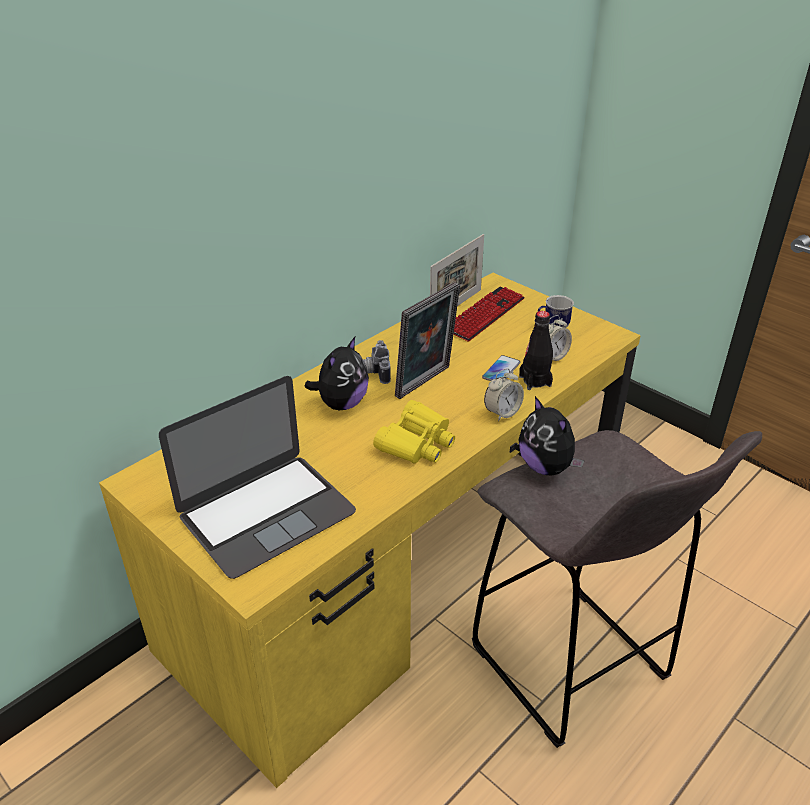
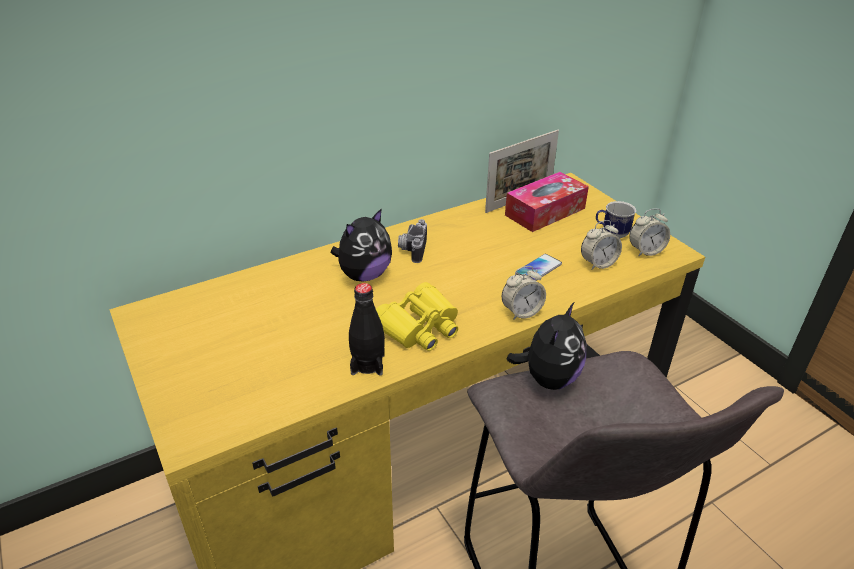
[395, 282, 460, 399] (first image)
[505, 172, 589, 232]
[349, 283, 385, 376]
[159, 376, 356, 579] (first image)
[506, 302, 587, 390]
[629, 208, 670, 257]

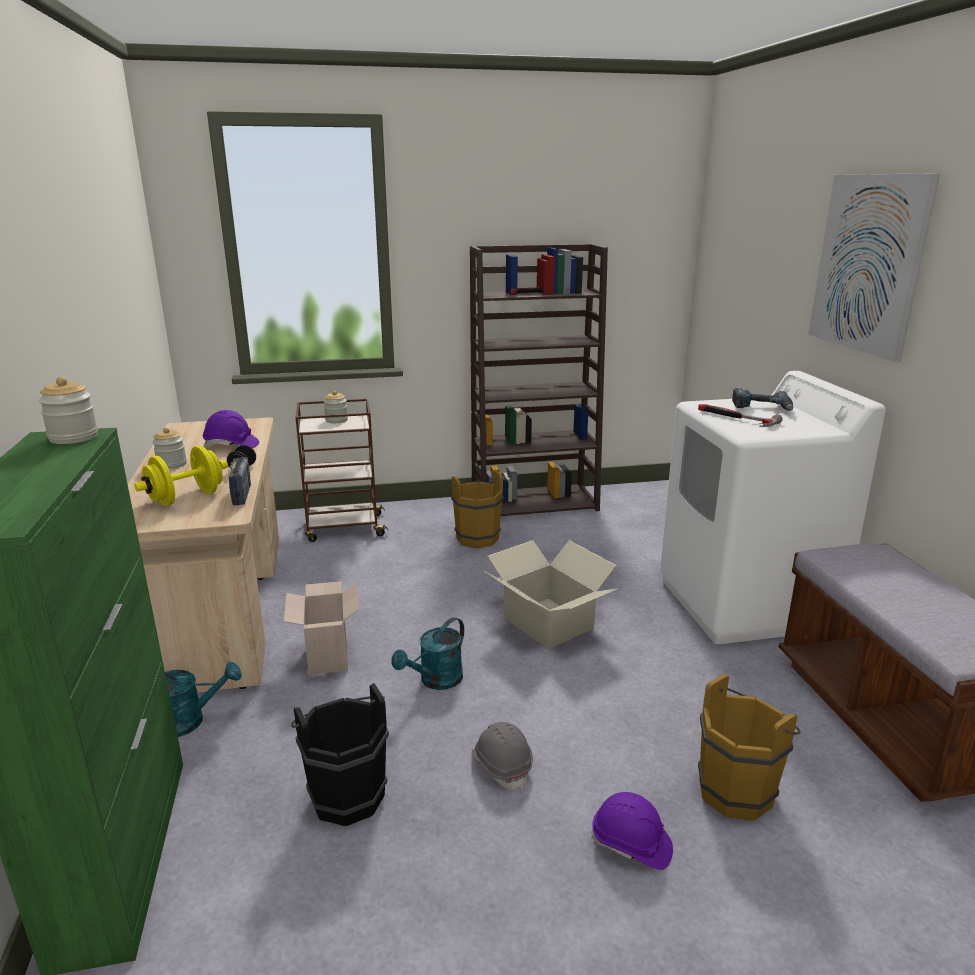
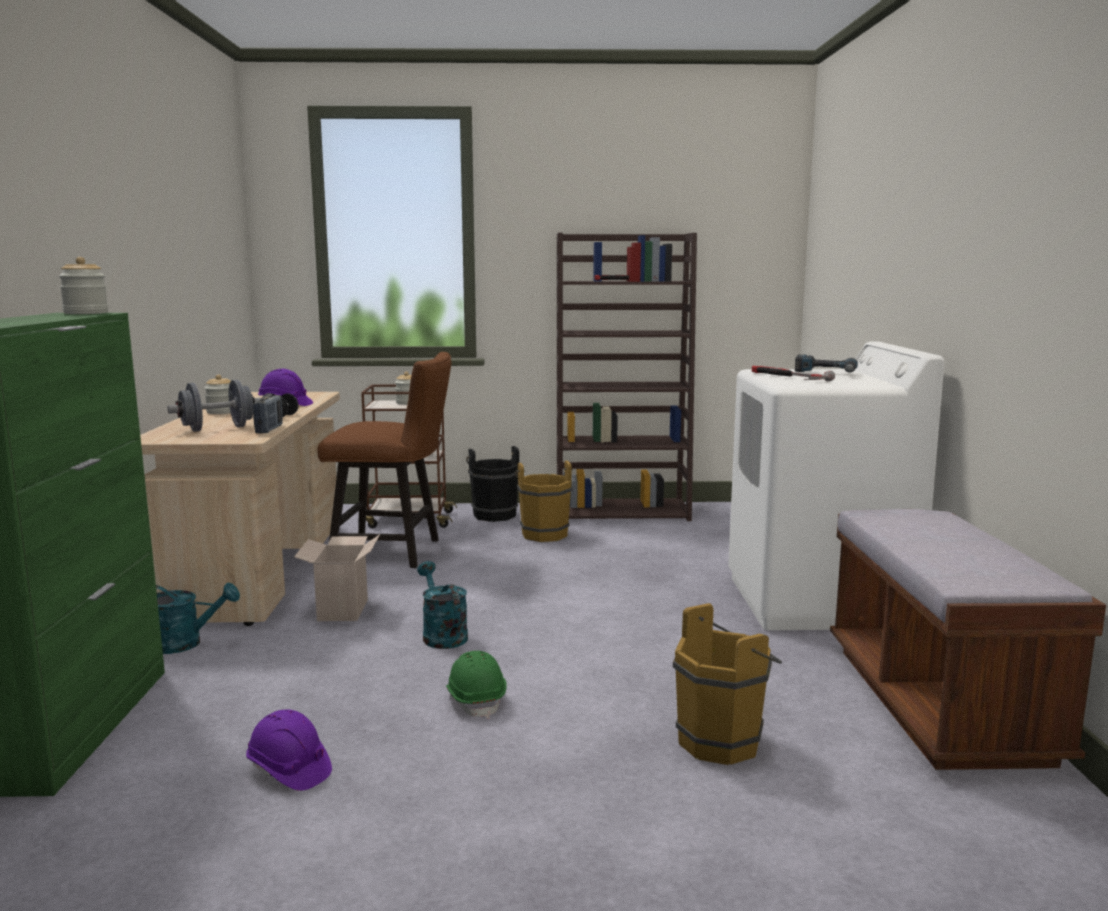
[808, 173, 940, 362] (first image)
[168, 380, 261, 432]
[484, 540, 618, 649] (first image)
[417, 561, 468, 649]
[466, 446, 520, 522]
[446, 651, 507, 719]
[246, 709, 332, 791]
[317, 352, 451, 568]

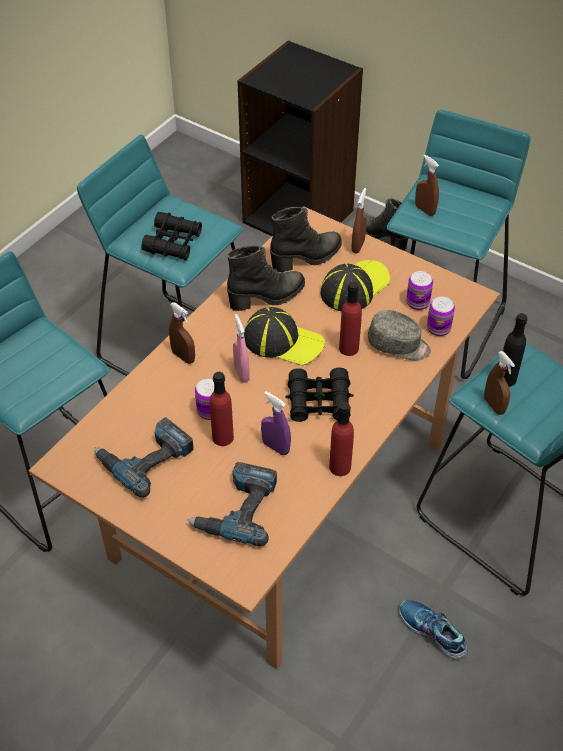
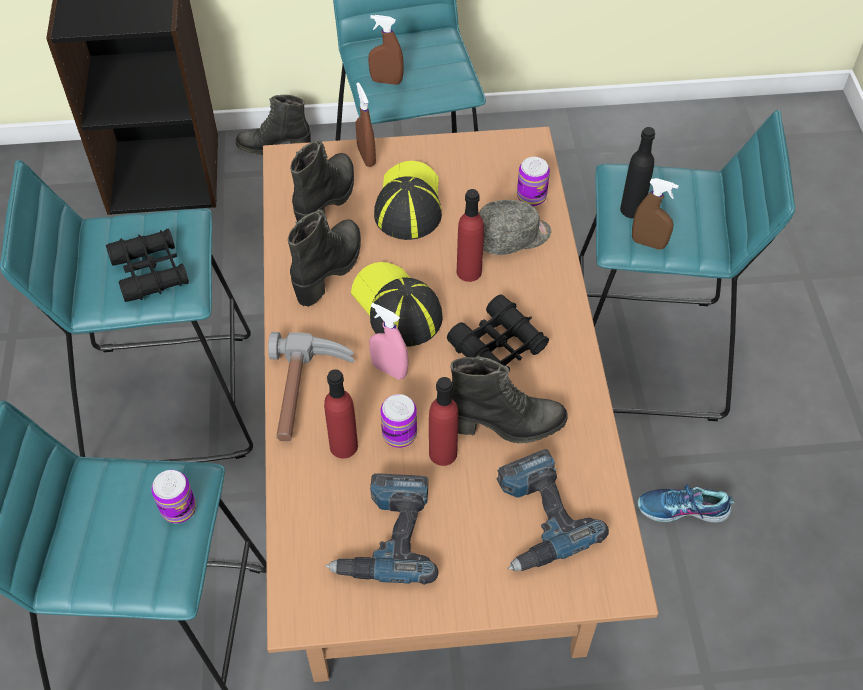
[151, 470, 196, 523]
[268, 332, 355, 442]
[351, 262, 443, 347]
[450, 355, 568, 443]
[324, 369, 358, 458]

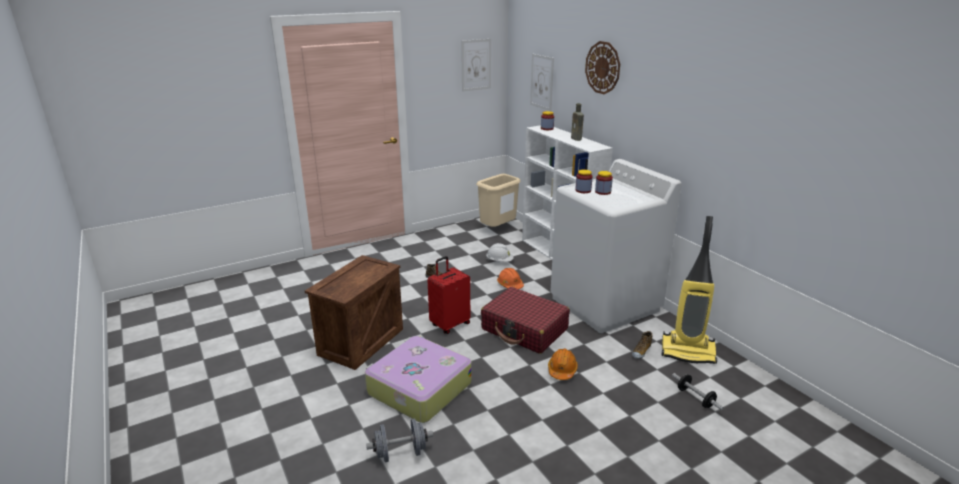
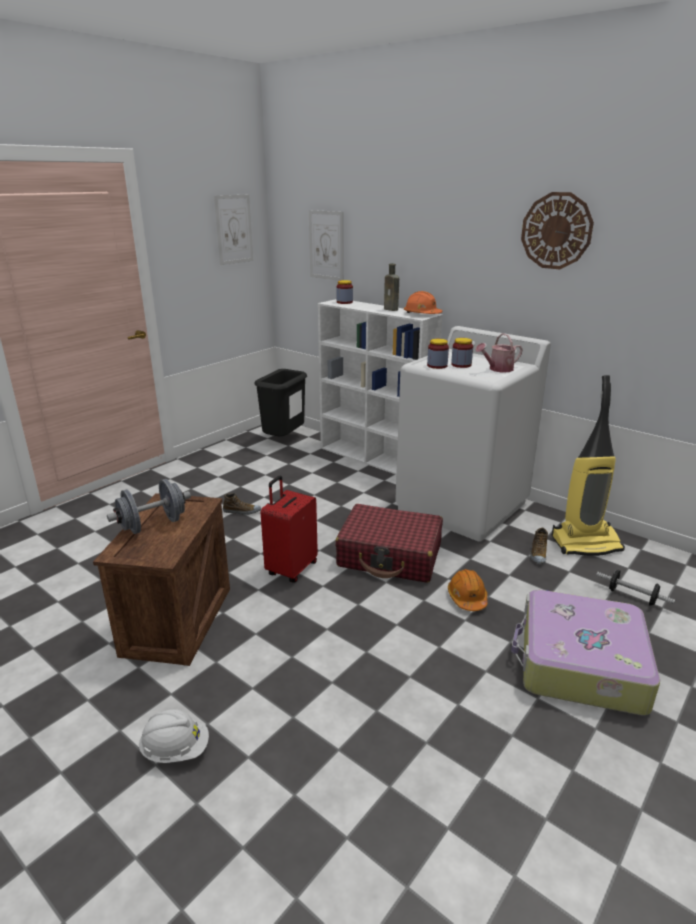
[521, 192, 594, 269]
[254, 369, 307, 437]
[138, 709, 209, 763]
[404, 291, 442, 314]
[511, 590, 660, 716]
[107, 479, 191, 534]
[475, 333, 523, 373]

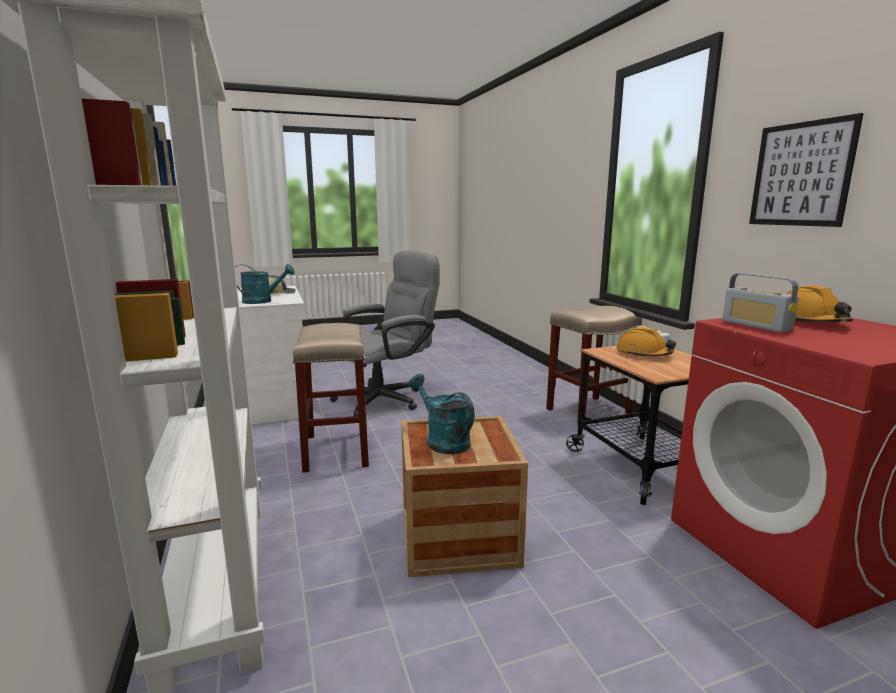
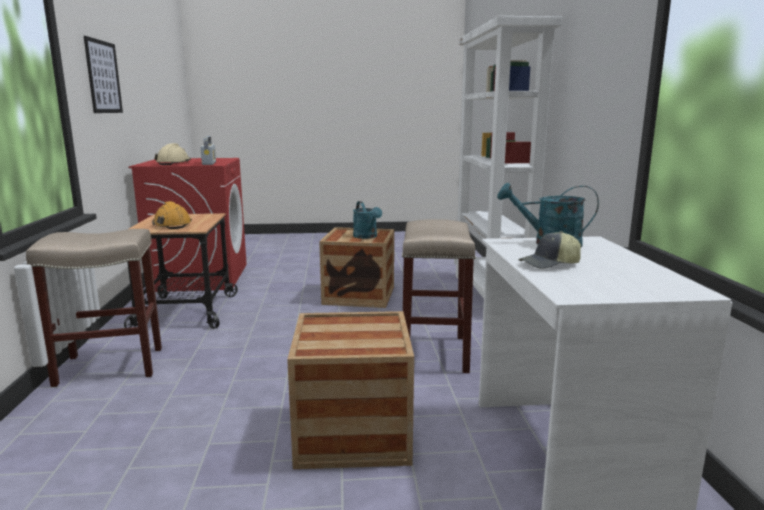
[287, 311, 414, 469]
[154, 143, 191, 165]

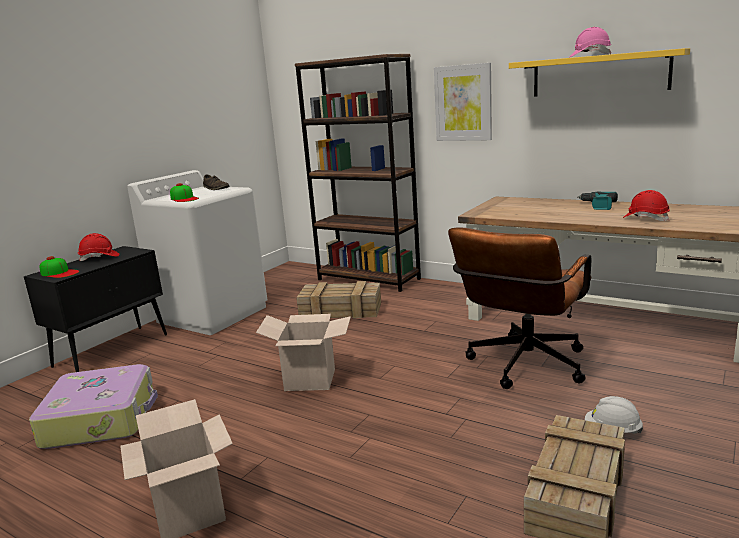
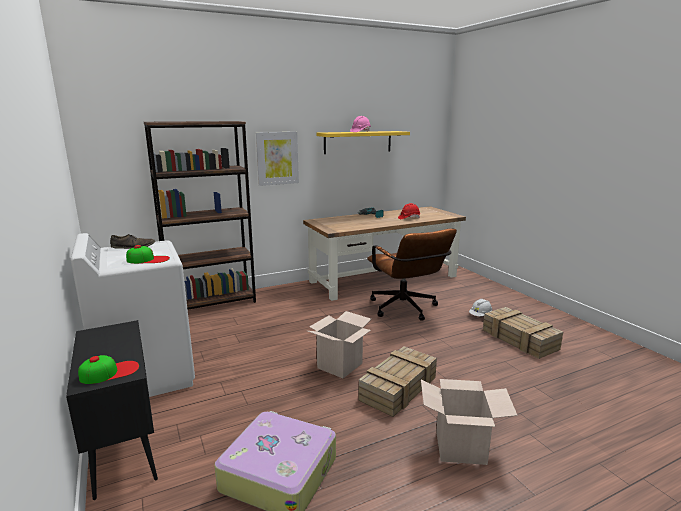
[78, 233, 119, 261] (first image)
[358, 346, 437, 417]

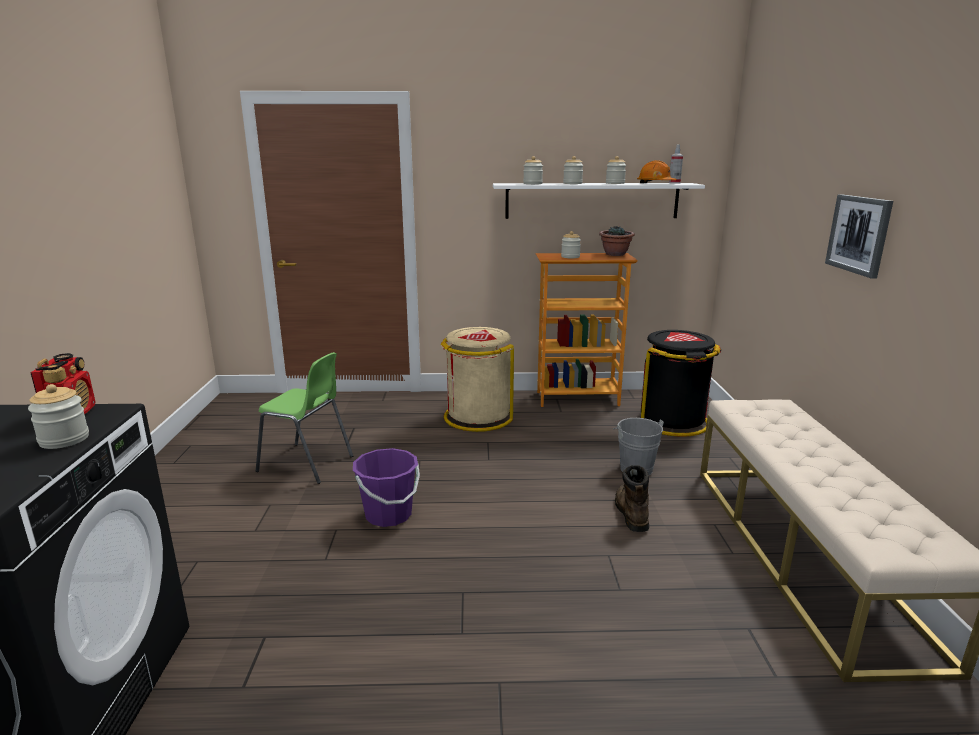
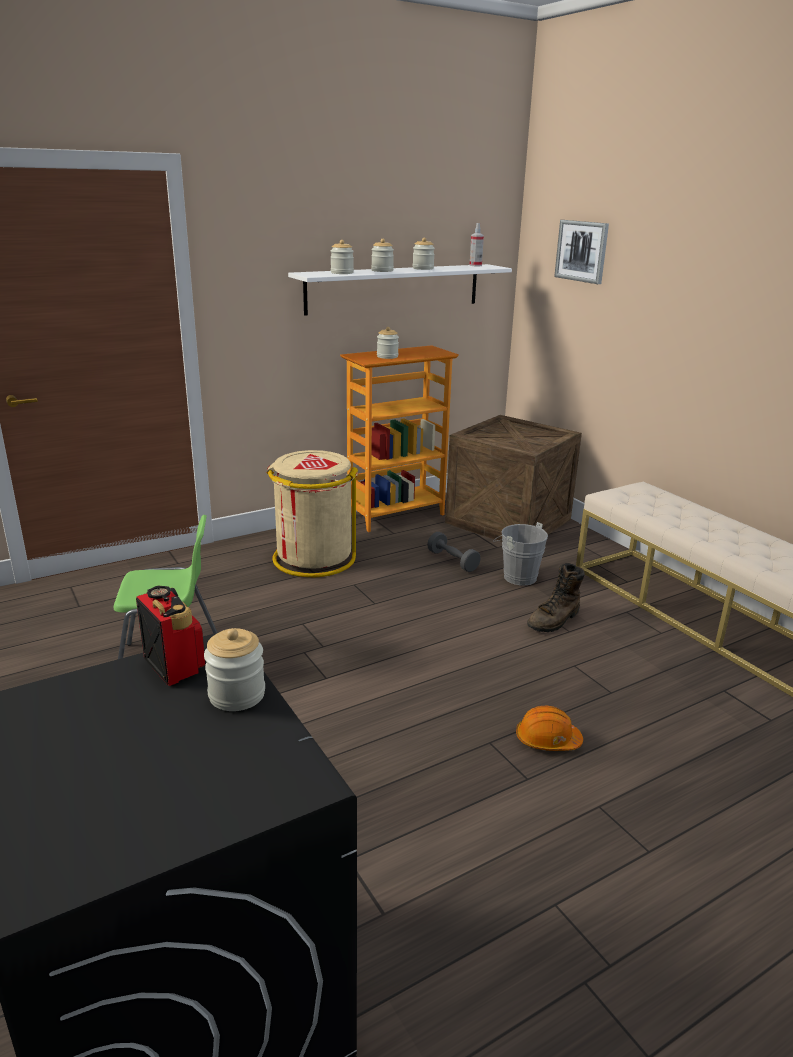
[516, 706, 583, 751]
[554, 220, 609, 284]
[599, 226, 635, 256] (first image)
[445, 415, 582, 542]
[353, 448, 420, 527] (first image)
[527, 563, 585, 632]
[427, 532, 481, 572]

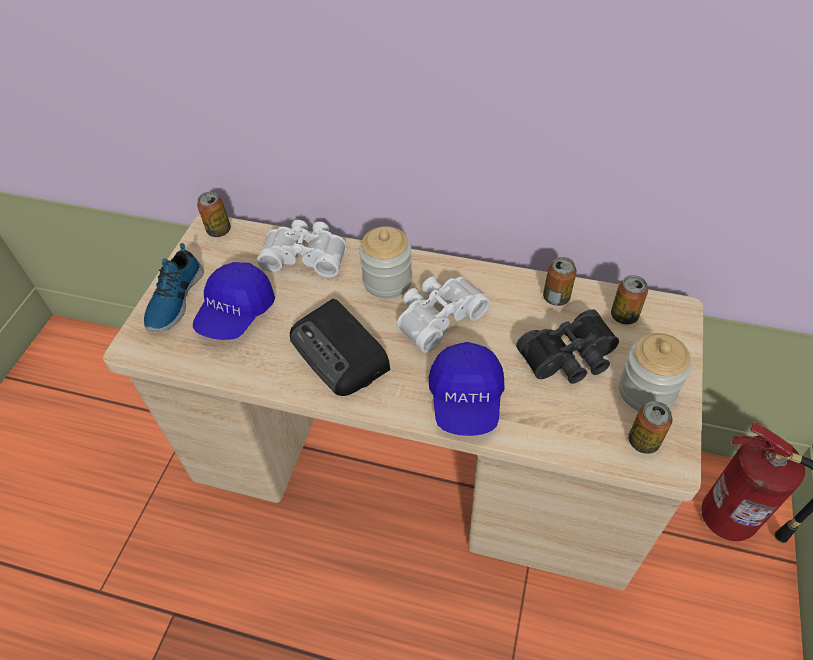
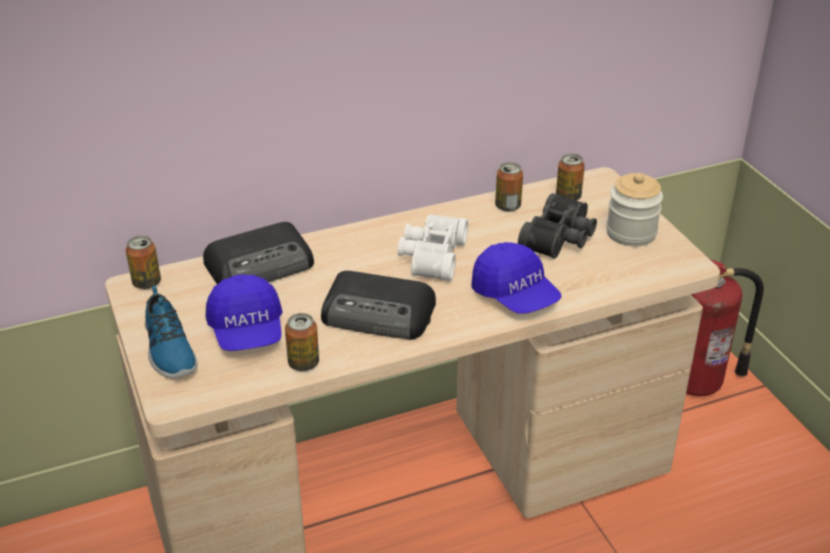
[203, 222, 314, 284]
[359, 226, 412, 299] (first image)
[285, 313, 319, 371]

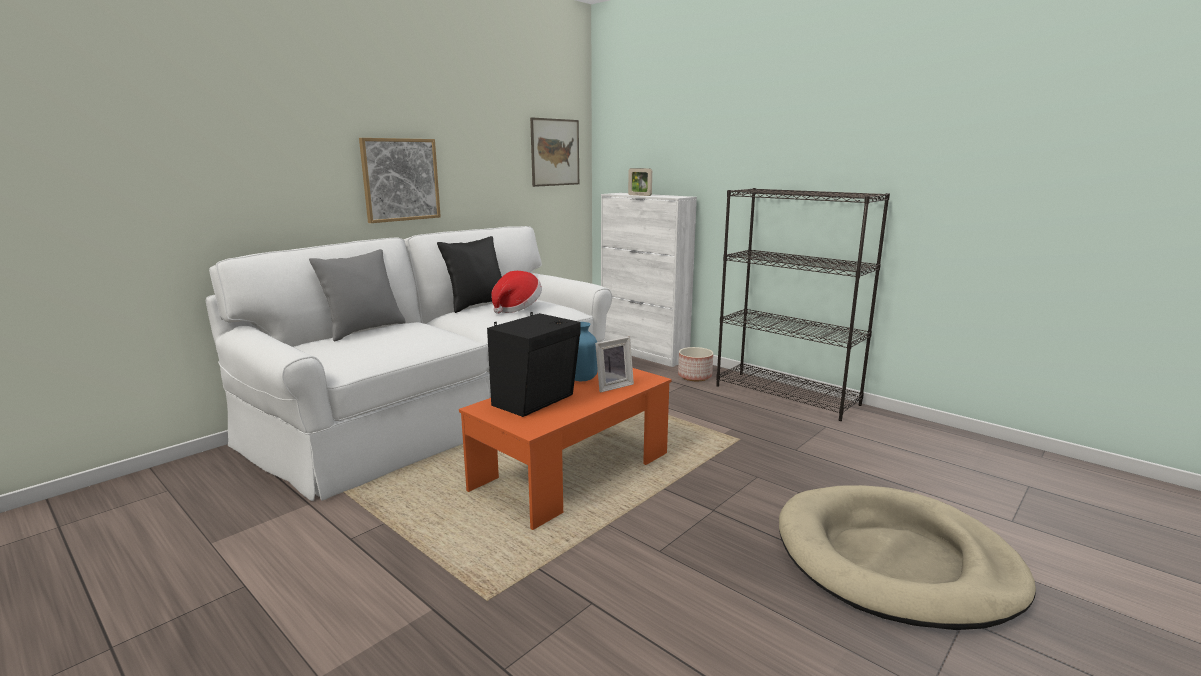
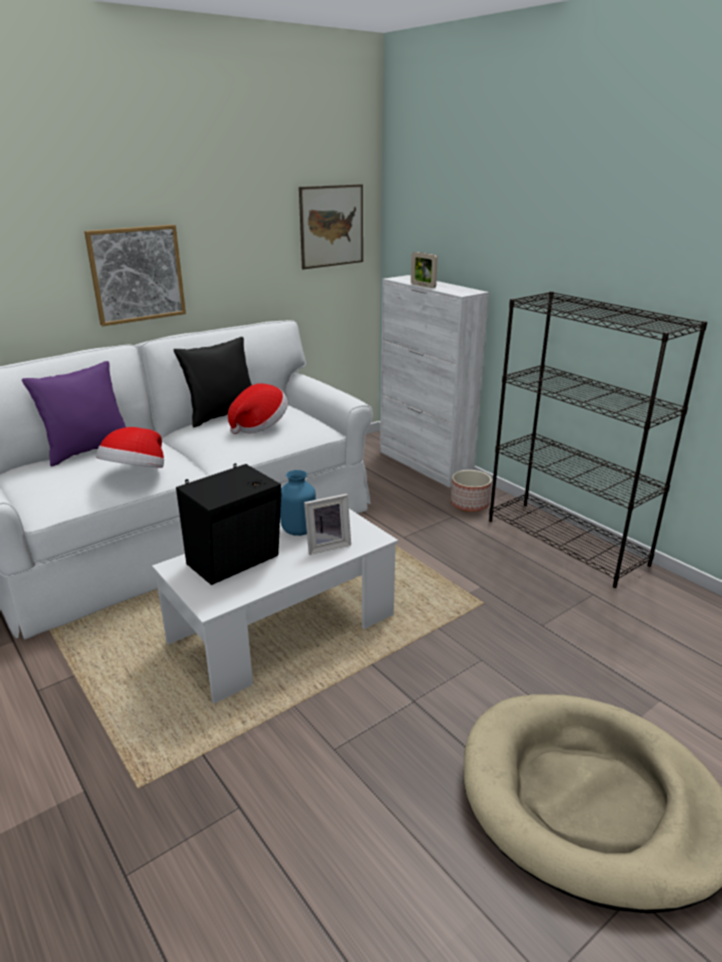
[22, 361, 126, 466]
[152, 509, 398, 704]
[96, 427, 164, 468]

